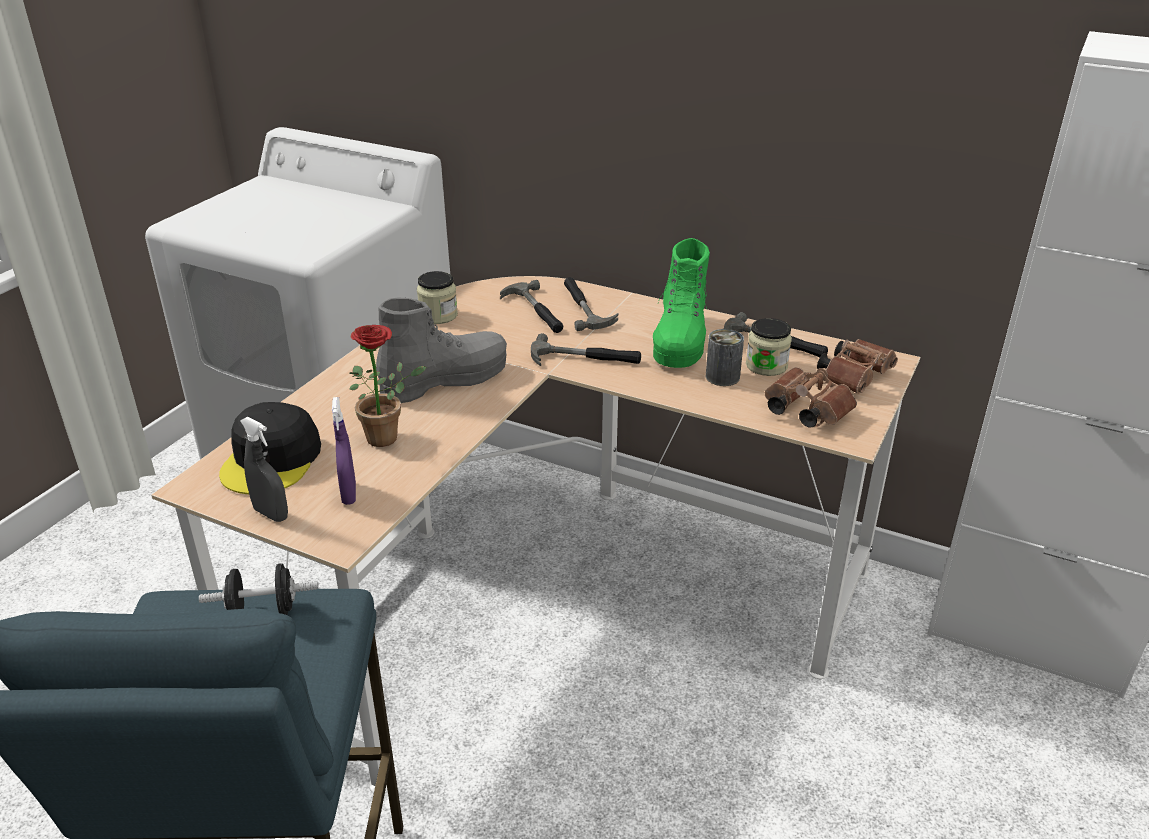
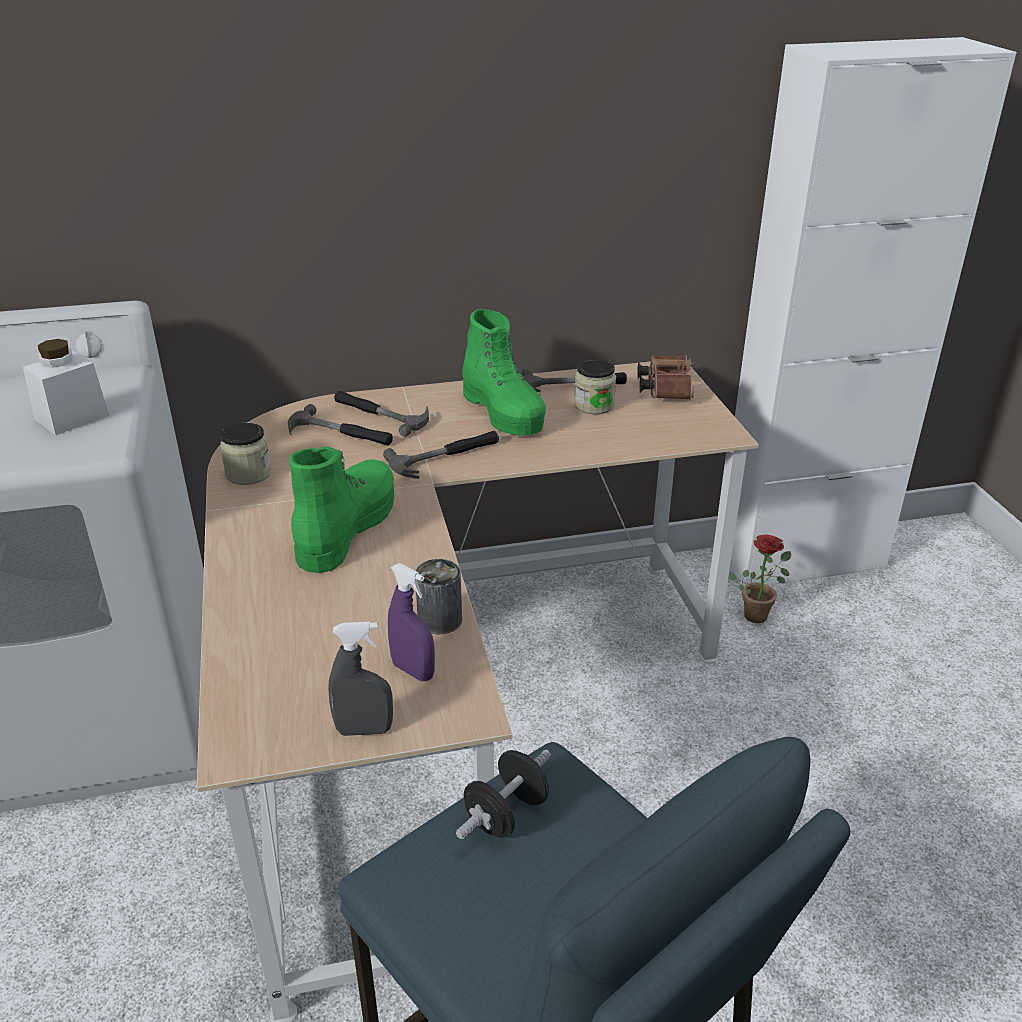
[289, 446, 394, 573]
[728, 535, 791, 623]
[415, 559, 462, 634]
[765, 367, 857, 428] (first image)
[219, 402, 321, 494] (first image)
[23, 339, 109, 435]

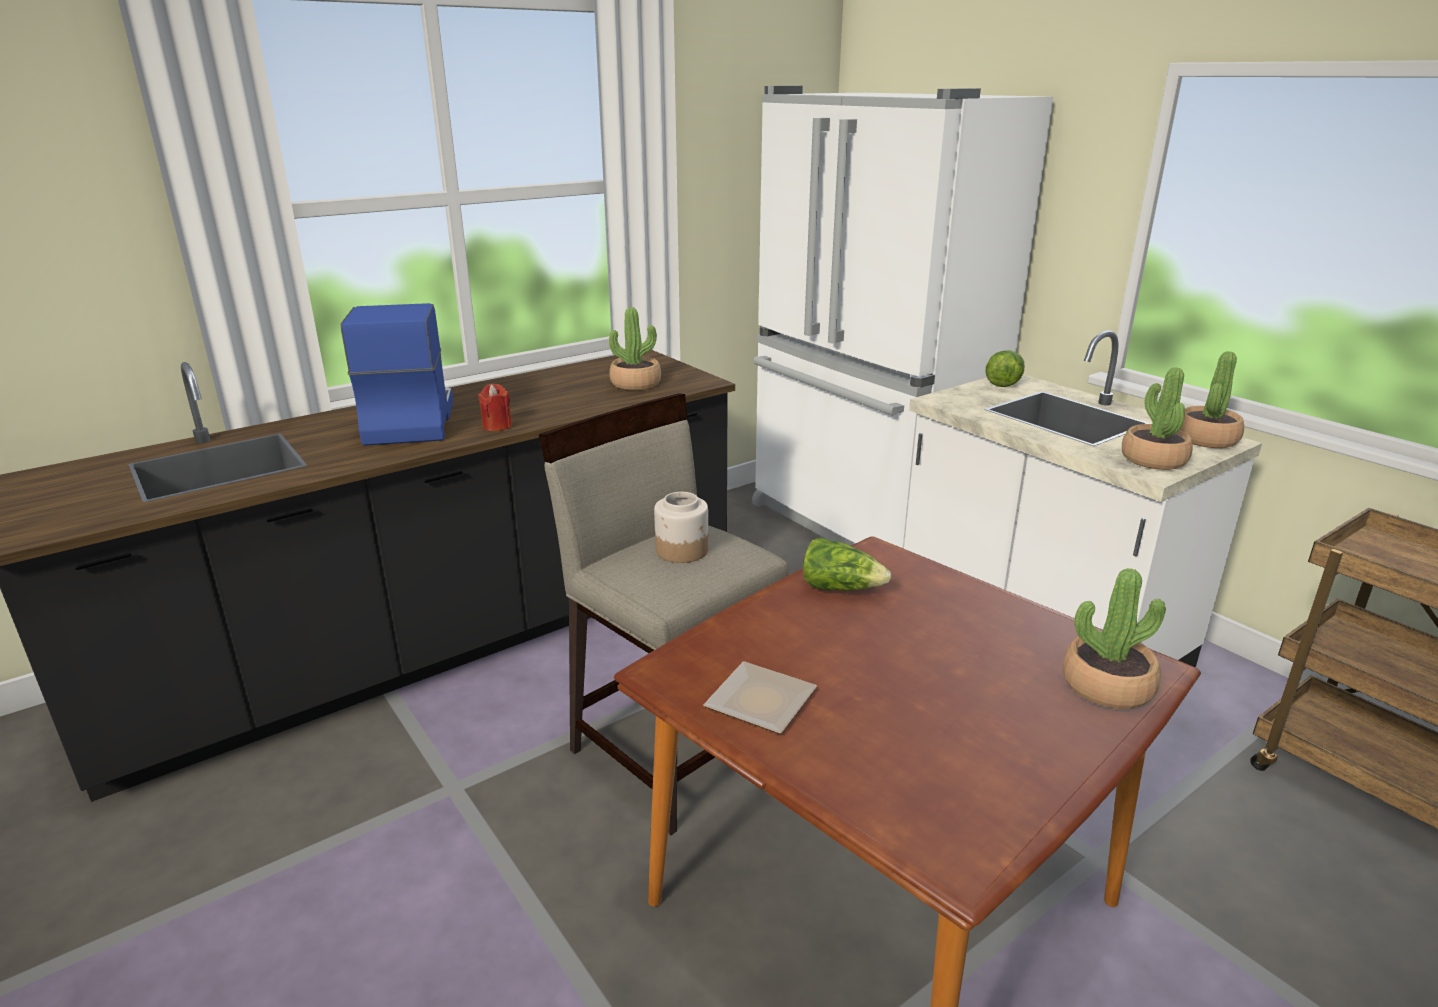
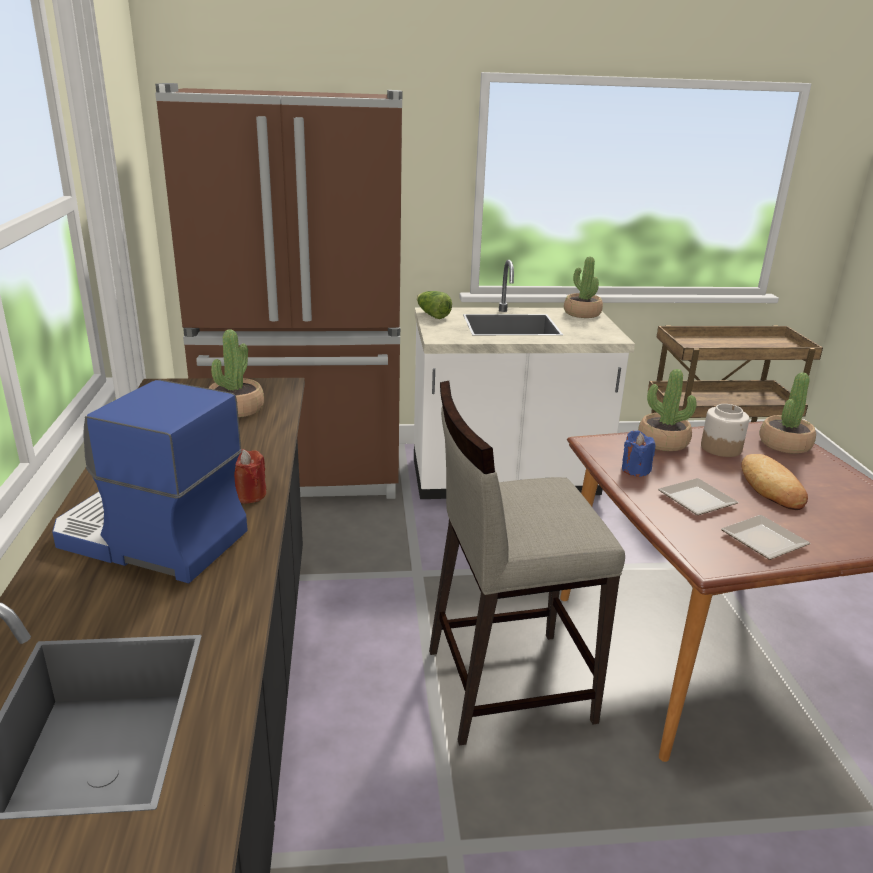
[155, 83, 403, 499]
[638, 369, 696, 451]
[701, 404, 749, 457]
[622, 431, 655, 477]
[741, 454, 808, 510]
[658, 478, 739, 515]

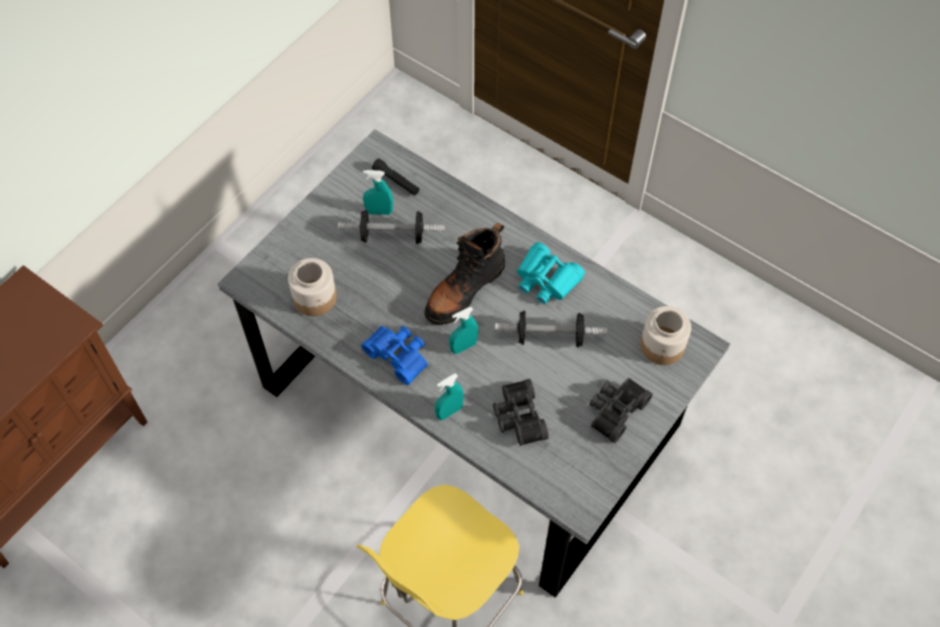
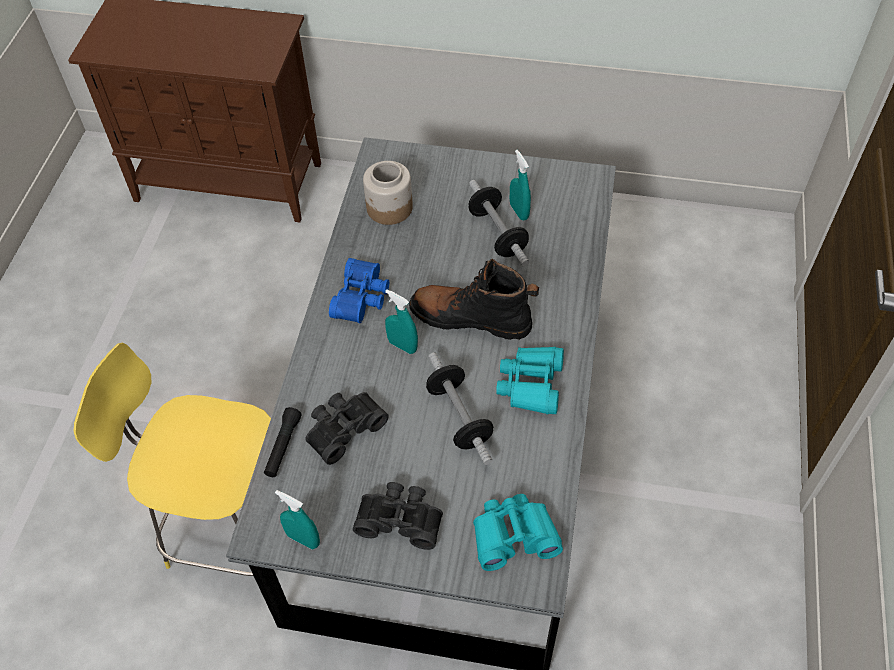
[264, 407, 302, 477]
[473, 494, 563, 571]
[275, 490, 320, 549]

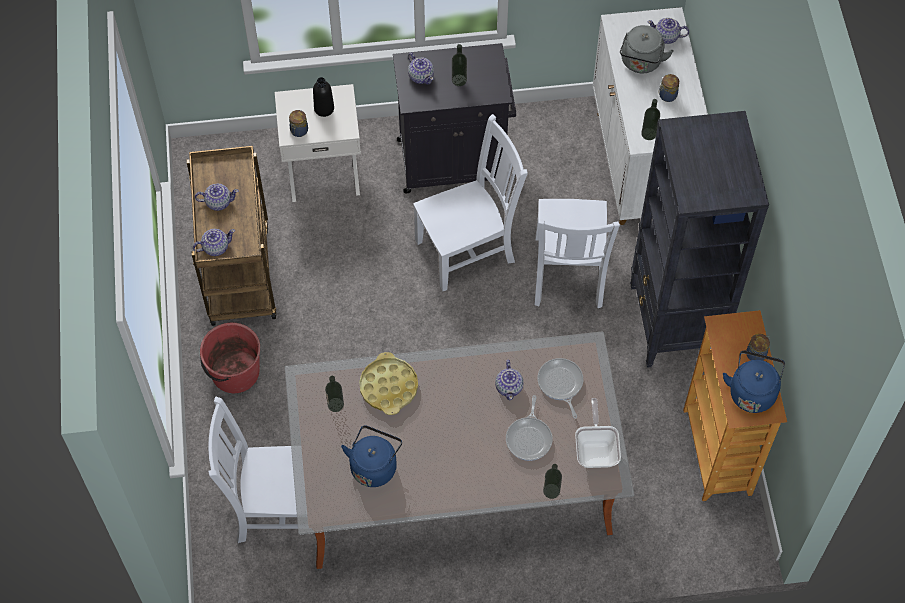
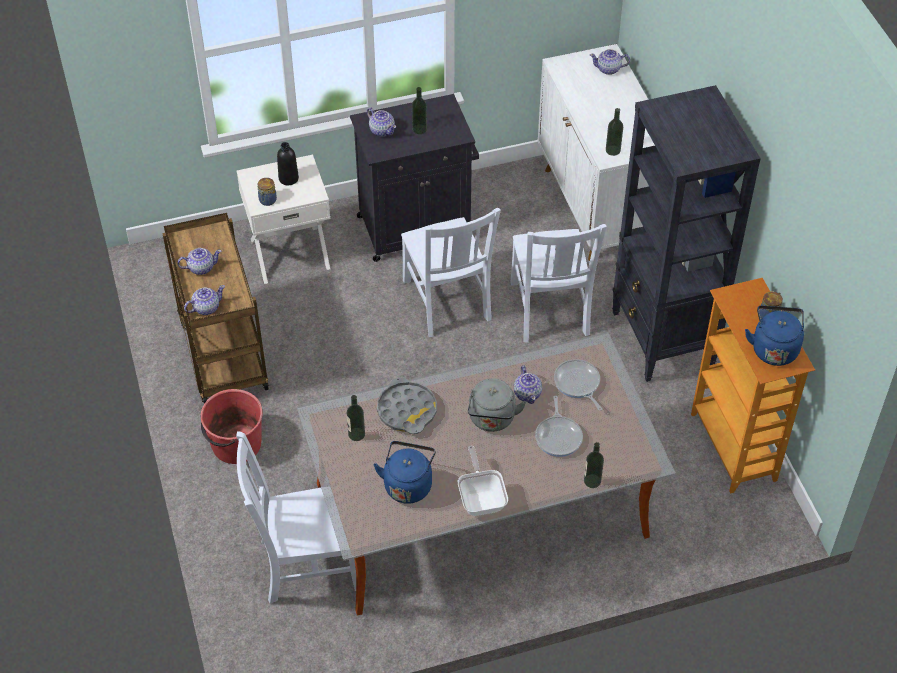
[468, 378, 526, 432]
[658, 74, 679, 102] (first image)
[401, 208, 501, 337]
[377, 378, 437, 434]
[458, 446, 508, 516]

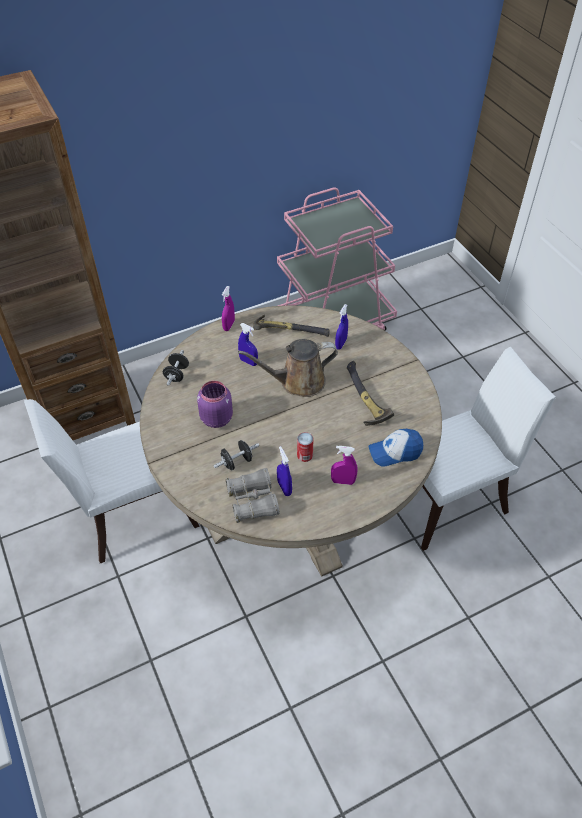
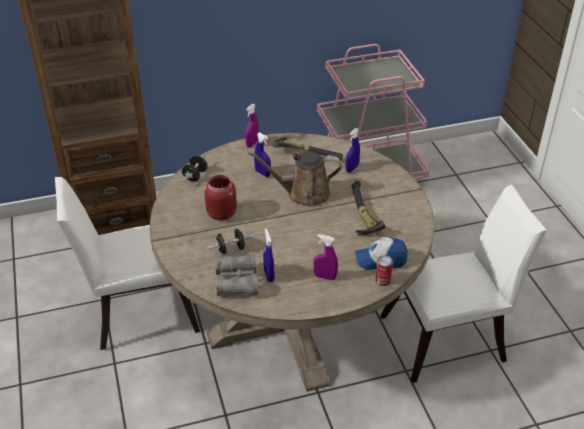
[204, 175, 237, 221]
[375, 256, 393, 286]

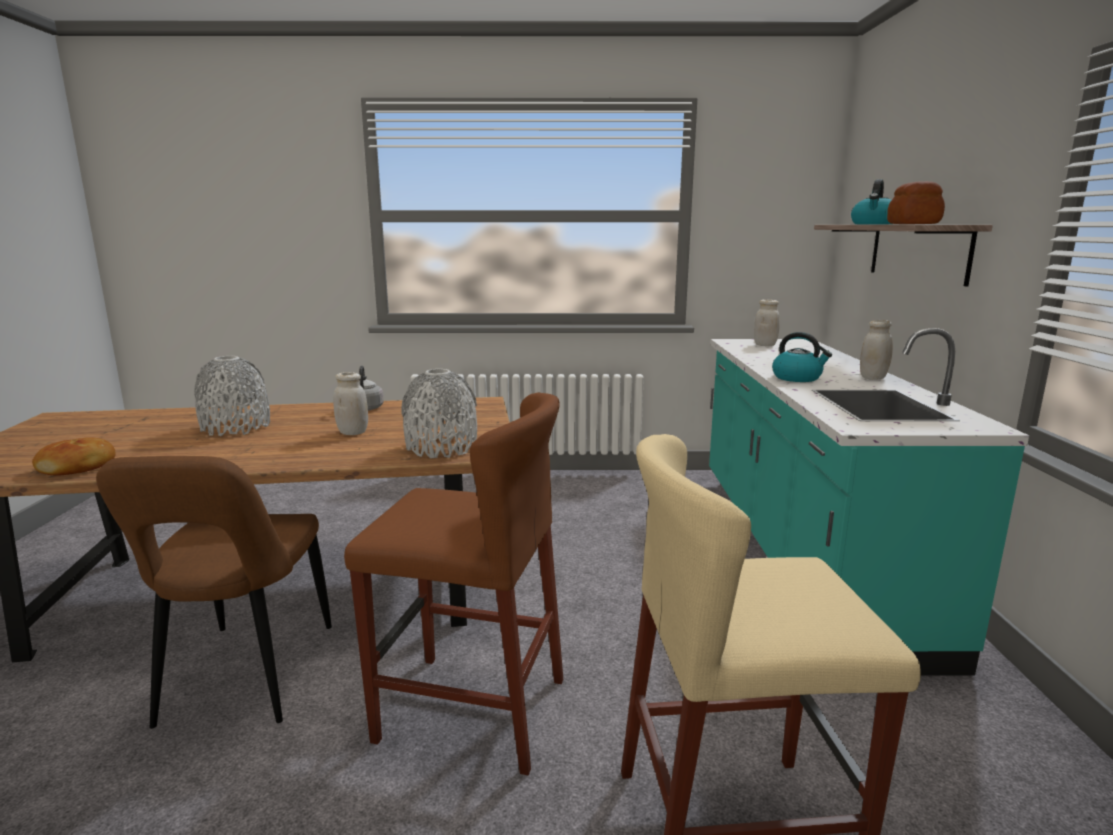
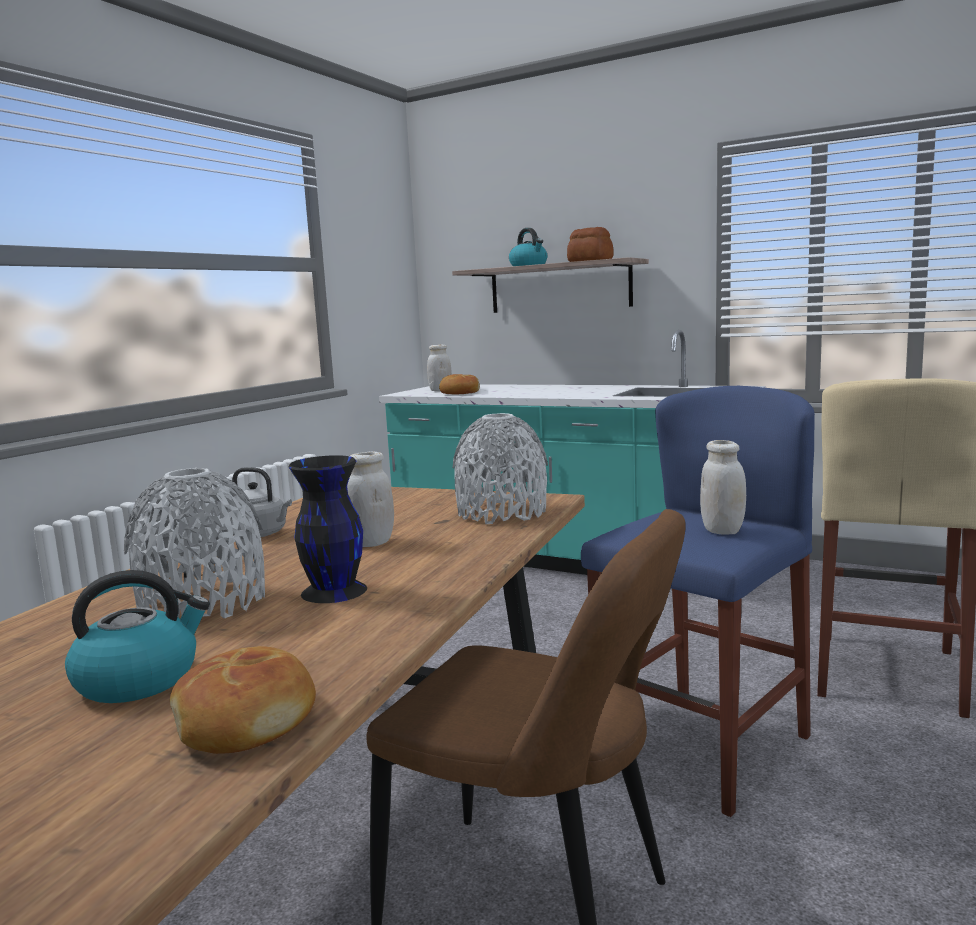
[700, 440, 746, 535]
[65, 570, 210, 703]
[581, 386, 815, 817]
[439, 374, 480, 394]
[289, 455, 367, 603]

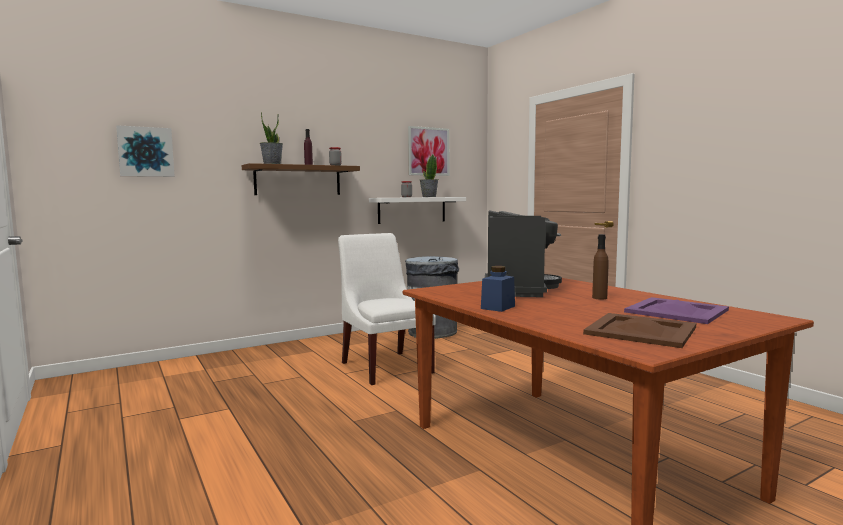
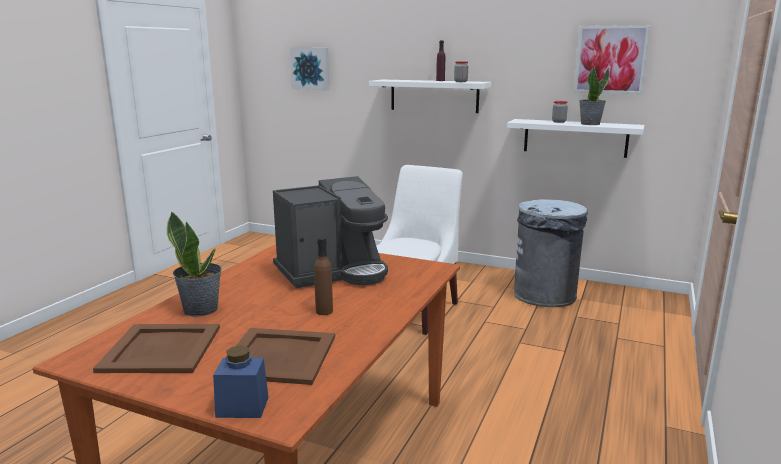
[167, 211, 222, 317]
[369, 80, 491, 113]
[213, 345, 269, 418]
[214, 328, 335, 385]

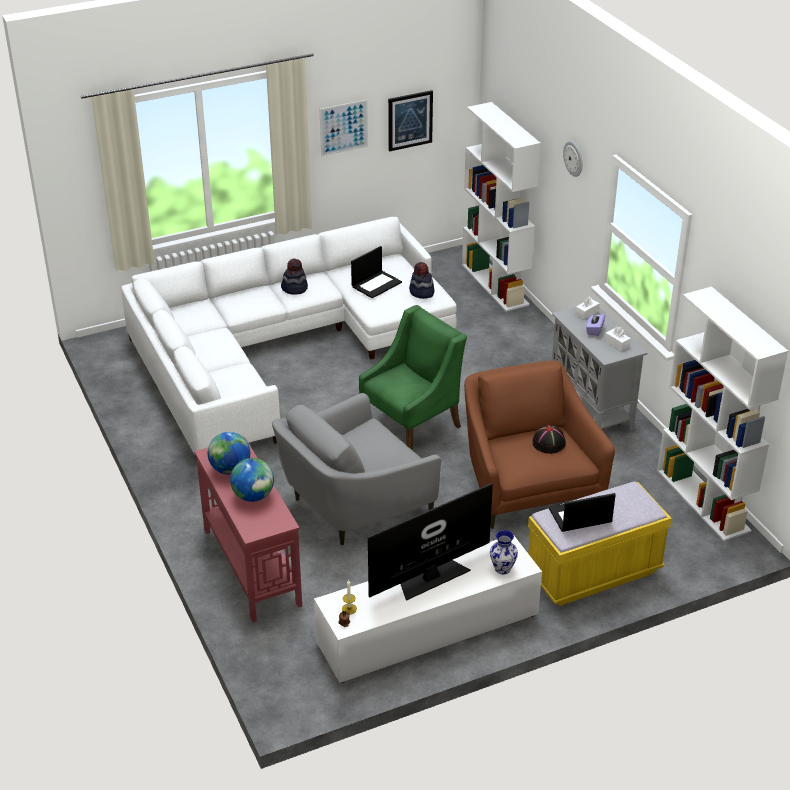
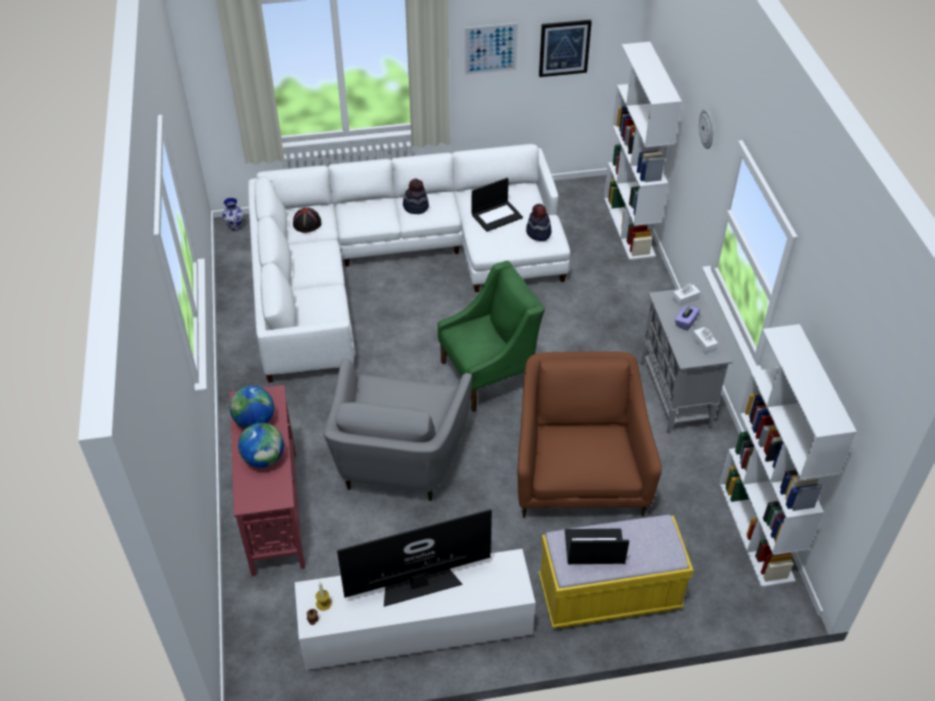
[323, 358, 472, 501]
[293, 208, 321, 233]
[222, 198, 244, 231]

